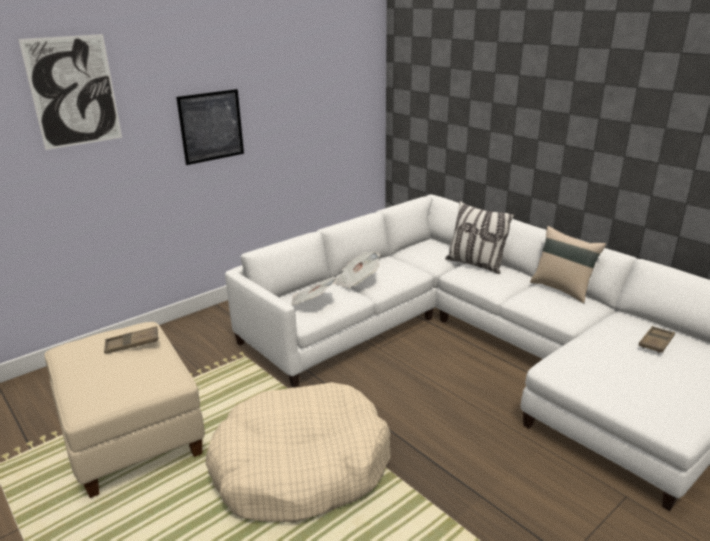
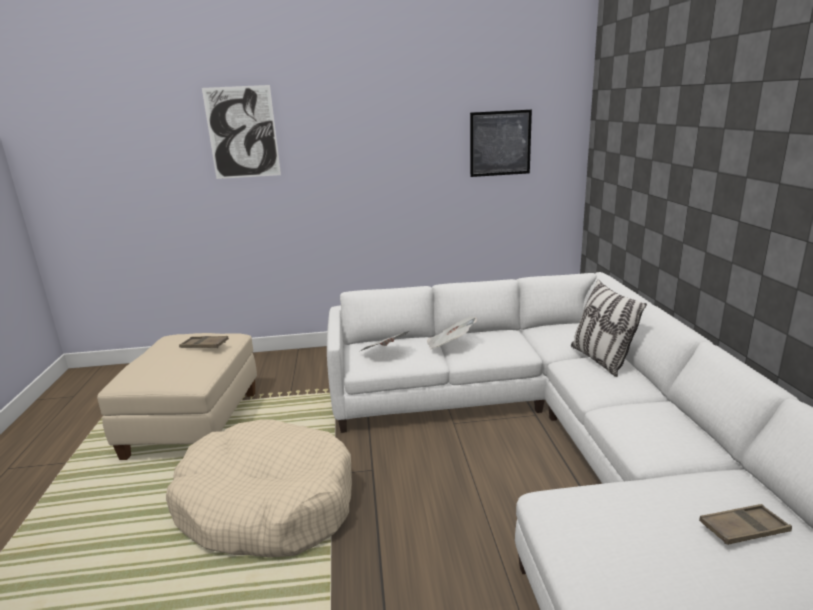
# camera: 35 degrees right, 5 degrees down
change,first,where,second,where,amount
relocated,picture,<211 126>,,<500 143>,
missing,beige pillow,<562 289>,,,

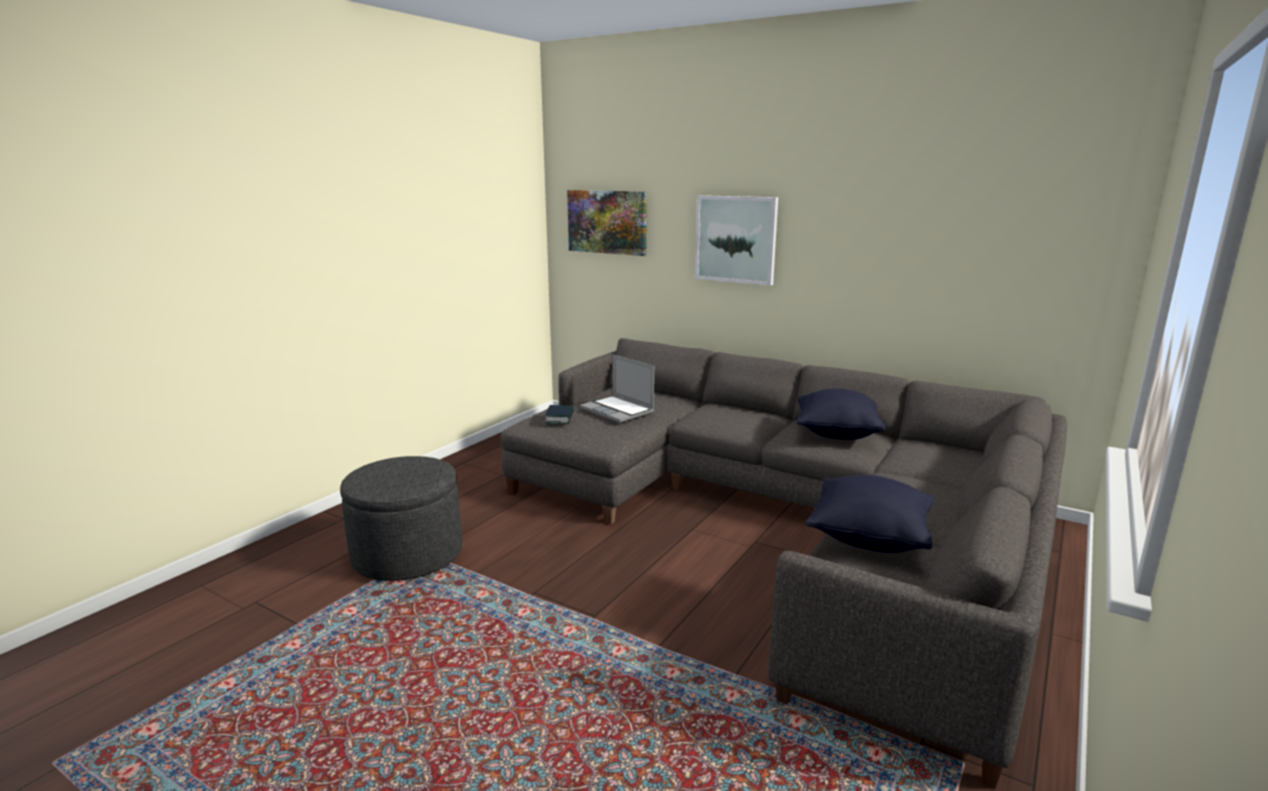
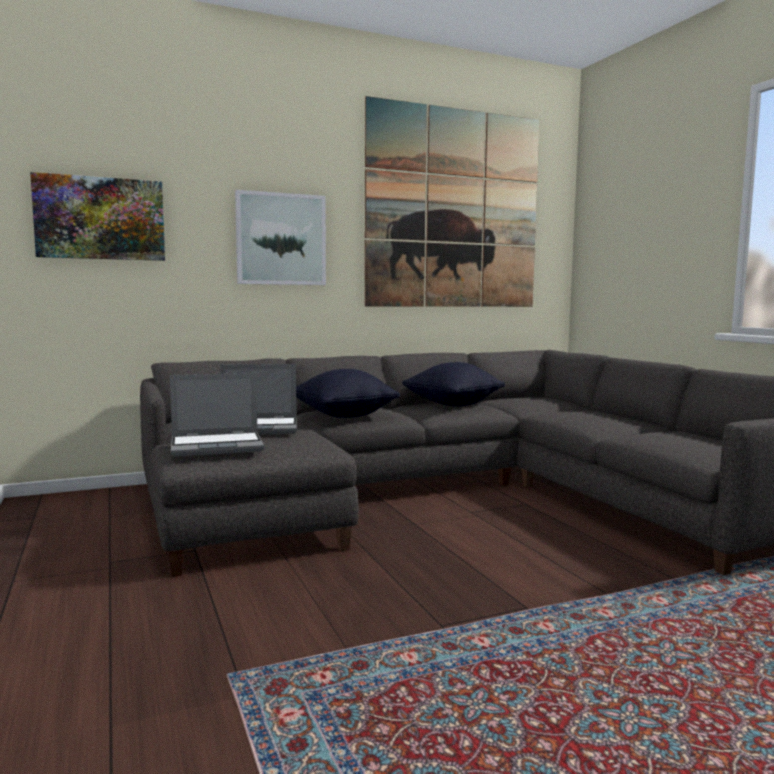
# camera: 55 degrees left, 10 degrees down
change,first,where,second,where,amount
missing,grey ottoman,<407 555>,,,
exchanged,book,<559 418>,laptop,<218 446>,
relocated,black pillow,<869 539>,,<344 415>,
appeared,,,picture,<454 209>,

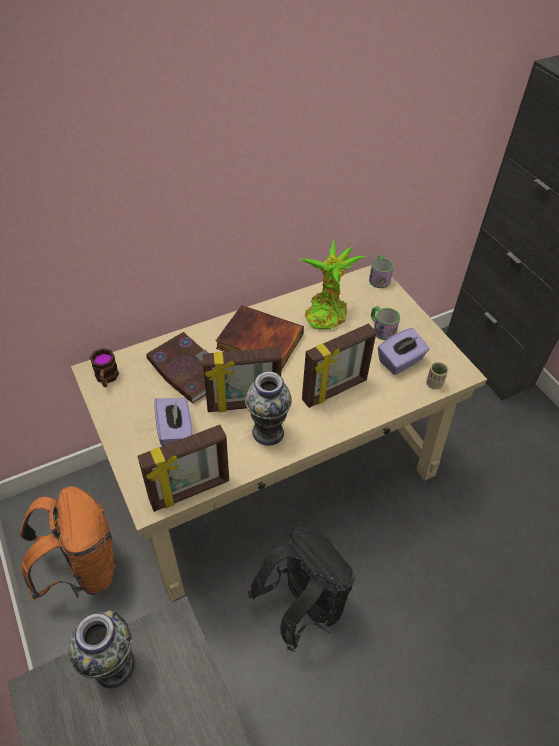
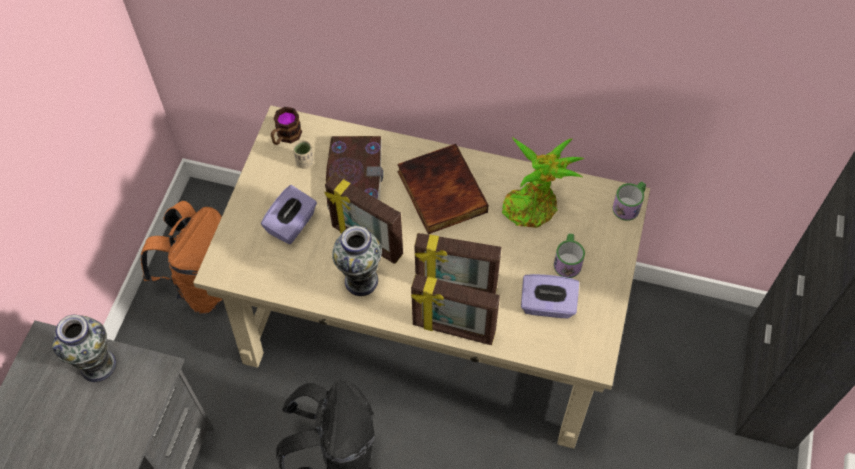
# camera: 45 degrees right, 10 degrees up
change,first,where,second,where,amount
relocated,picture frame,<190 492>,,<453 330>,
relocated,beige cup,<434 384>,,<305 162>,

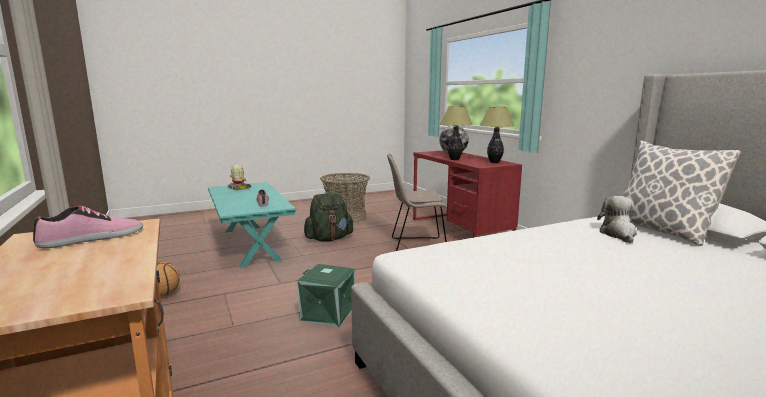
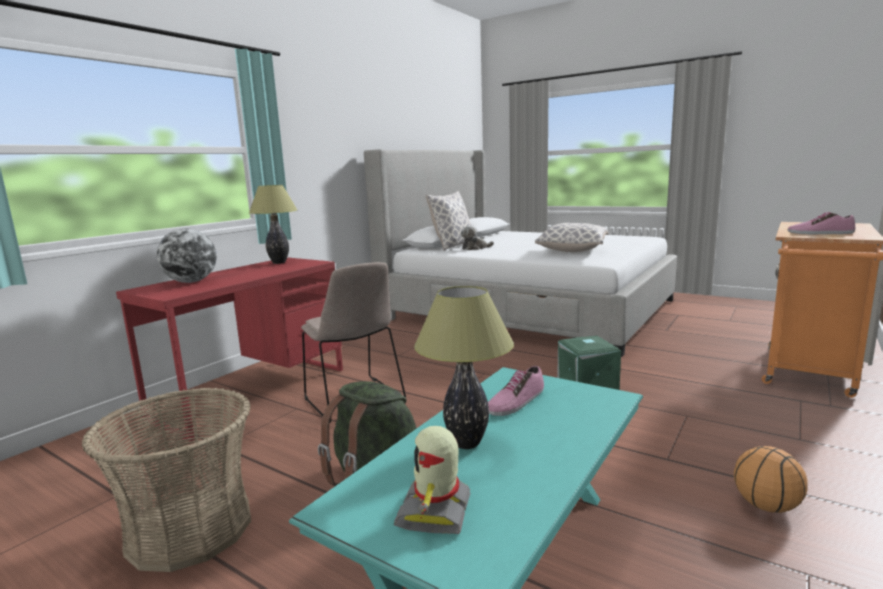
# camera: 120 degrees left, 0 degrees up
change,first,where,second,where,amount
relocated,table lamp,<455 159>,,<466 443>,
appeared,,,pillow,<572 251>,

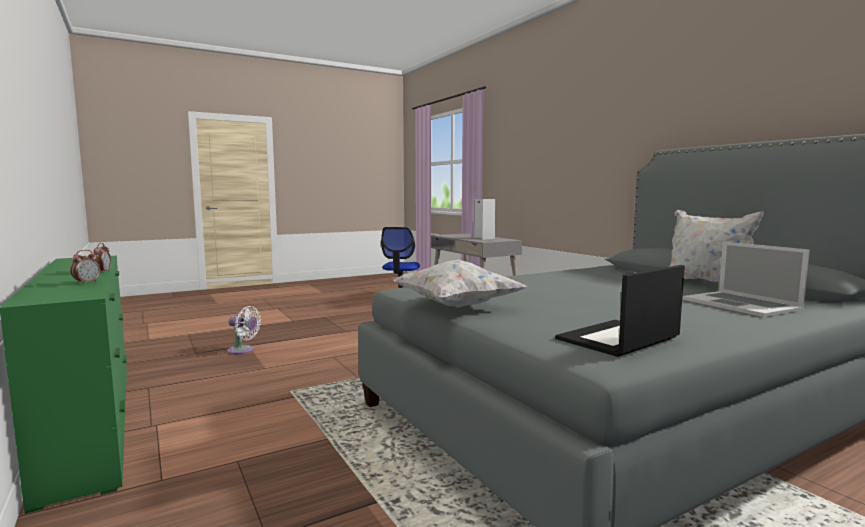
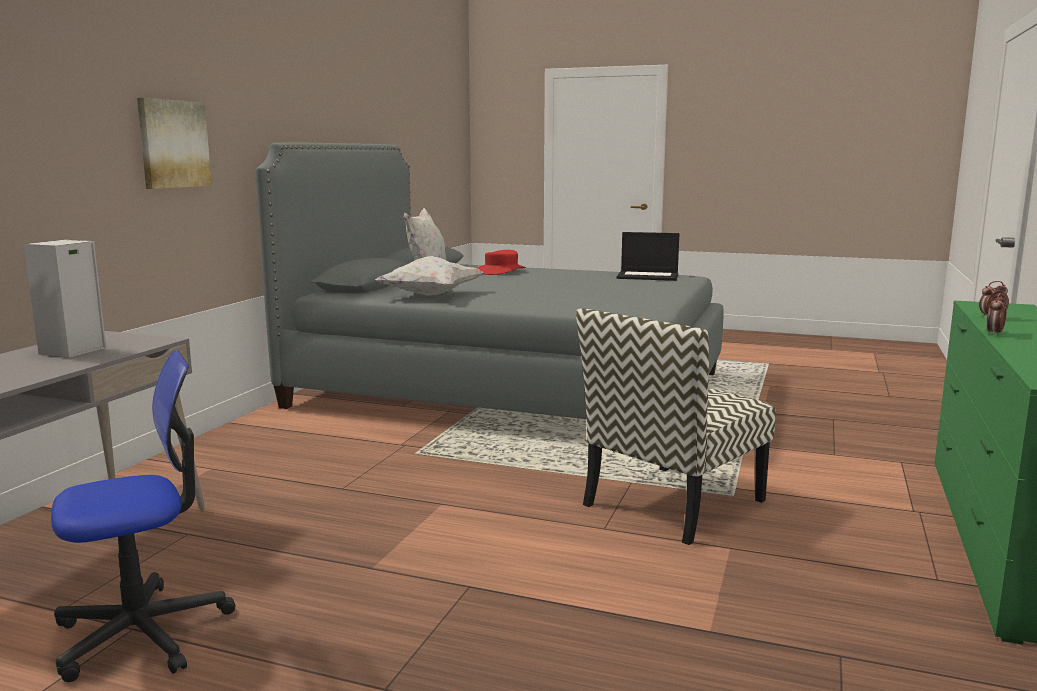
# camera: 130 degrees left, 5 degrees up
change,first,where,second,where,amount
missing,white fan,<243 351>,,,
relocated,white pillow,<456 306>,,<431 295>,
exchanged,laptop,<740 304>,red hat,<501 271>,
appeared,,,picture,<173 144>,
appeared,,,chair,<673 504>,

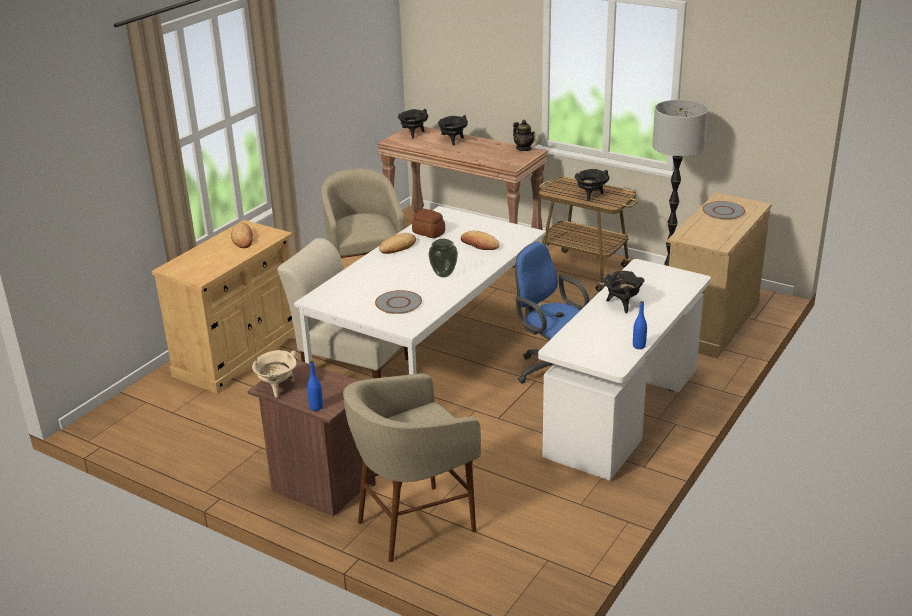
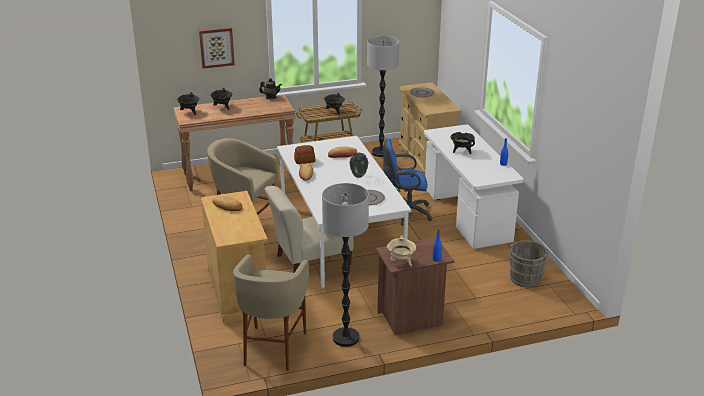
# camera: 50 degrees left, 0 degrees up
change,first,where,second,where,amount
relocated,beige stool,<414 525>,,<273 348>,
appeared,,,picture,<216 47>,
appeared,,,floor lamp,<345 338>,
appeared,,,grey bucket,<525 277>,

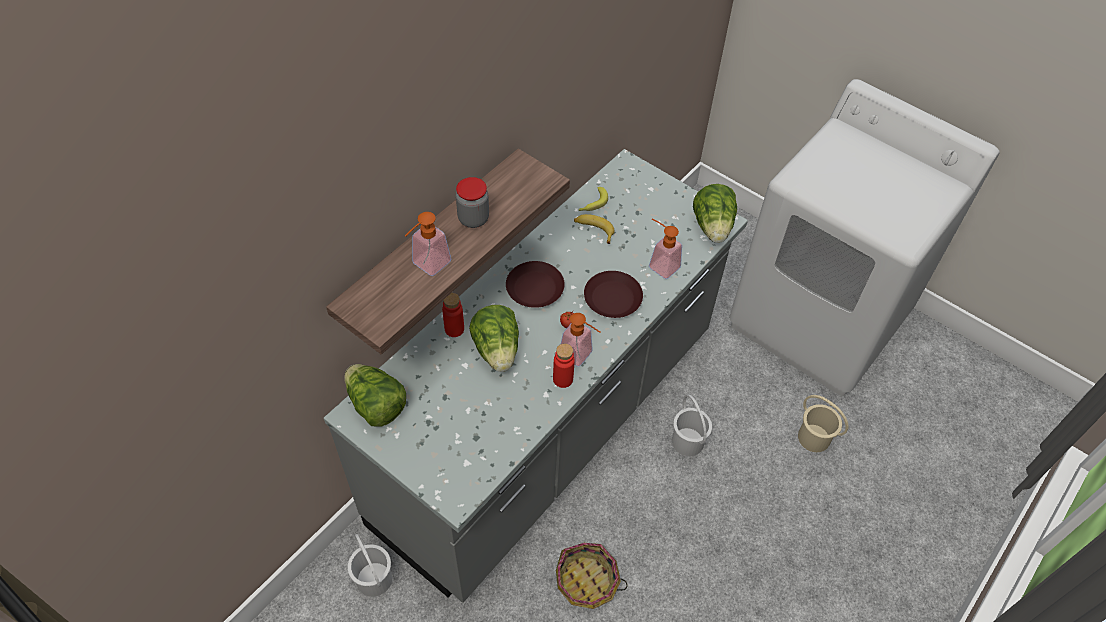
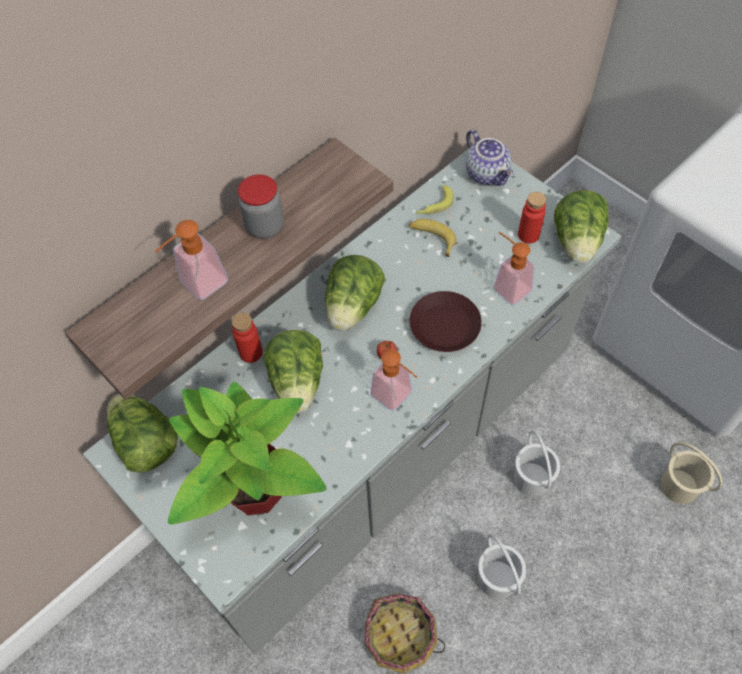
# camera: 10 degrees right, 5 degrees up
change,first,where,second,where,amount
relocated,white bucket,<374 578>,,<497 578>,
exchanged,brown plate,<535 288>,lettuce,<353 307>,
relocated,red bottle,<563 379>,,<528 235>,
appeared,,,potted plant,<255 490>,
appeared,,,teapot,<488 173>,

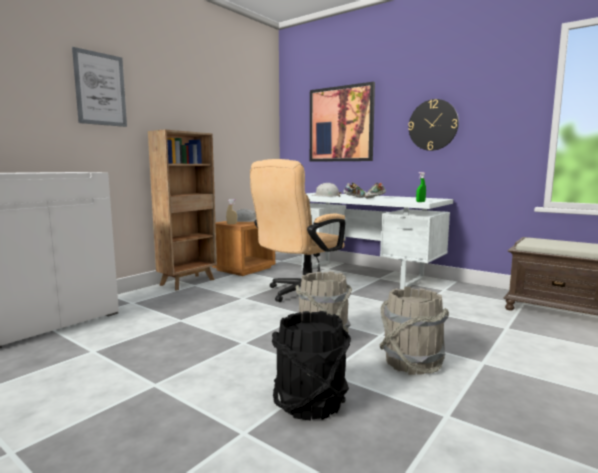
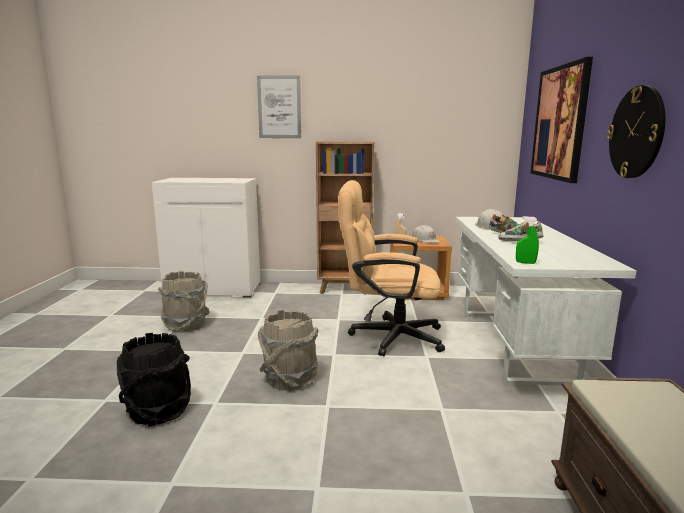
# camera: 55 degrees right, 5 degrees up
change,first,where,second,where,amount
relocated,grey bucket,<412 363>,,<186 325>,

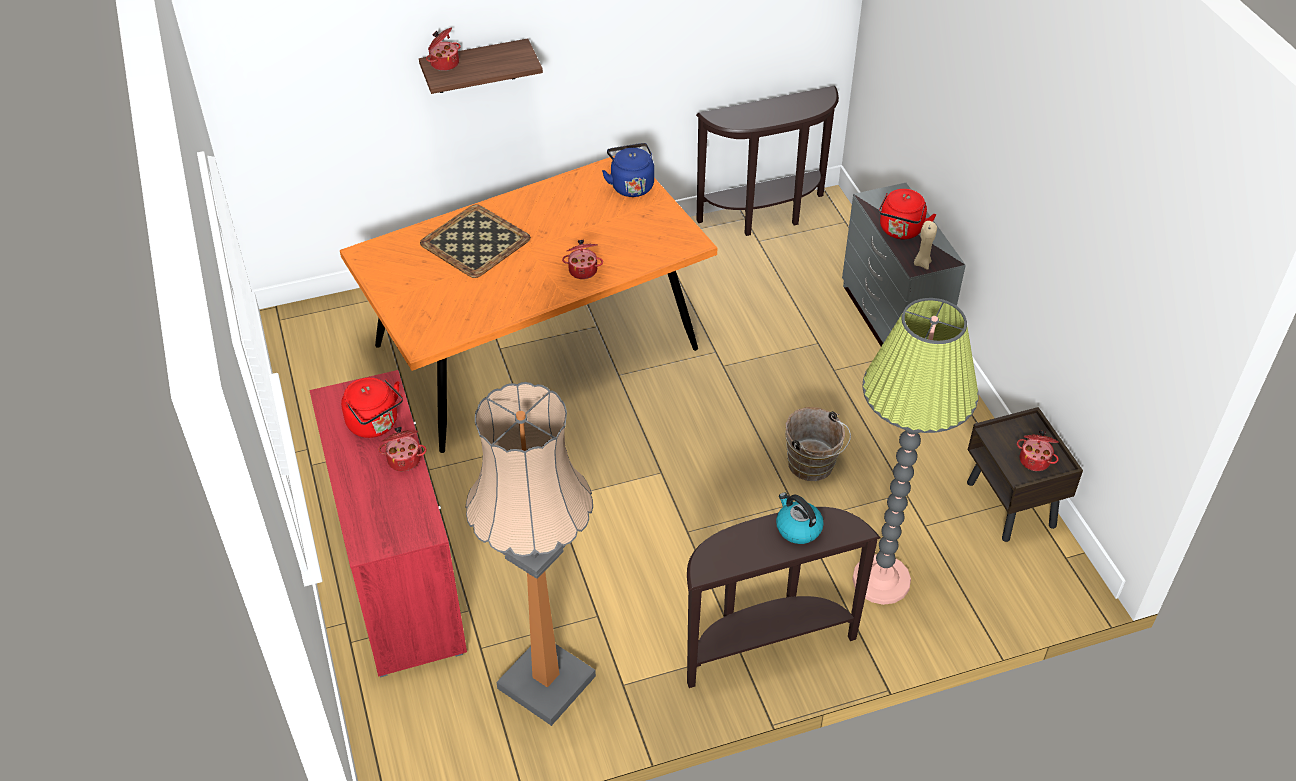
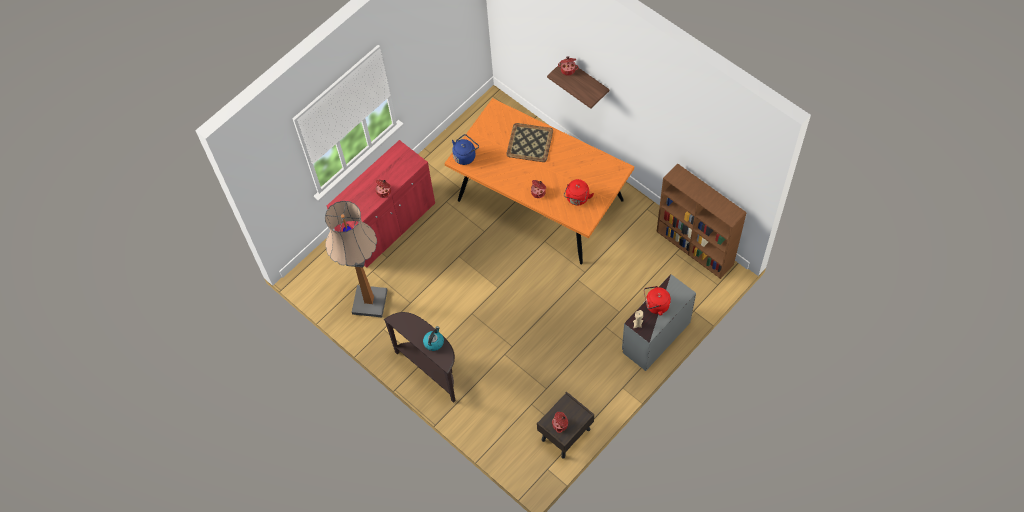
# camera: 65 degrees right, 15 degrees up
change,first,where,second,where,amount
relocated,red kettle,<375 424>,,<577 199>,
relocated,blue kettle,<631 185>,,<465 155>,
exchanged,brown console table,<766 217>,brown bookcase,<695 248>,
missing,brown bucket,<813 466>,,,
missing,floor lamp,<881 580>,,,

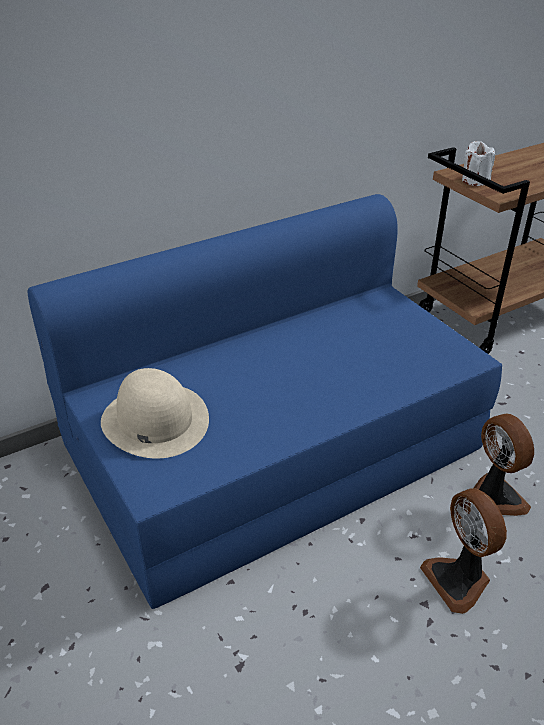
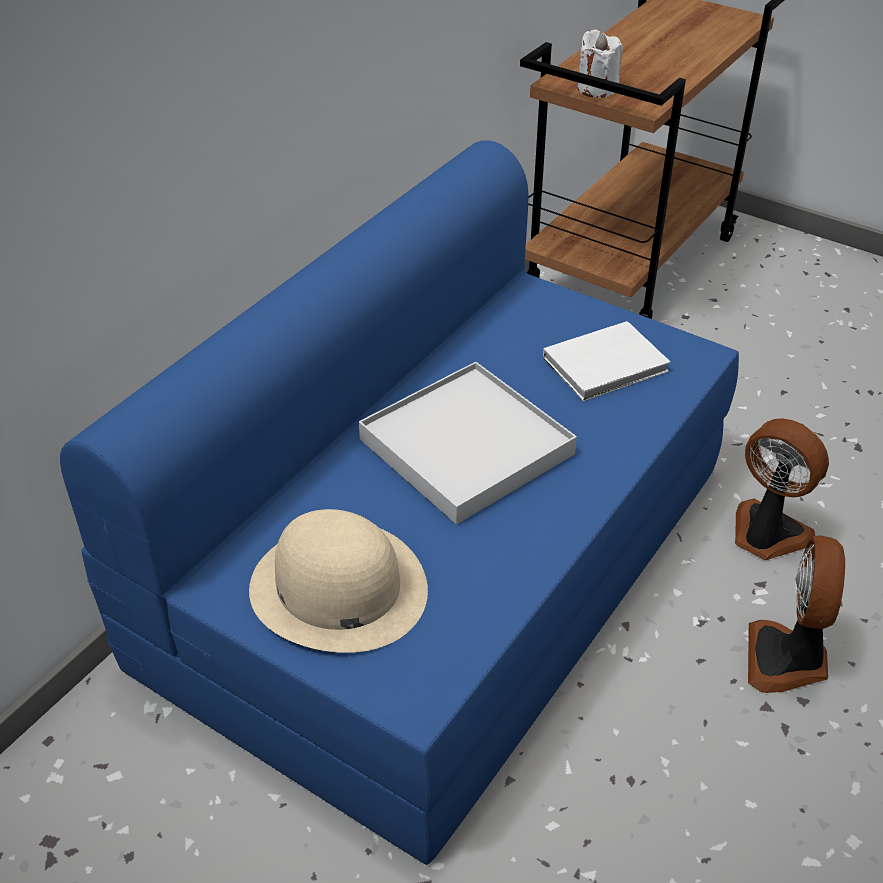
# camera: 25 degrees left, 5 degrees up
change,first,where,second,where,amount
spun,fan,<459 580>,,<787 659>,60 degrees clockwise
appeared,,,white tray,<466 446>,
appeared,,,white book,<608 365>,

